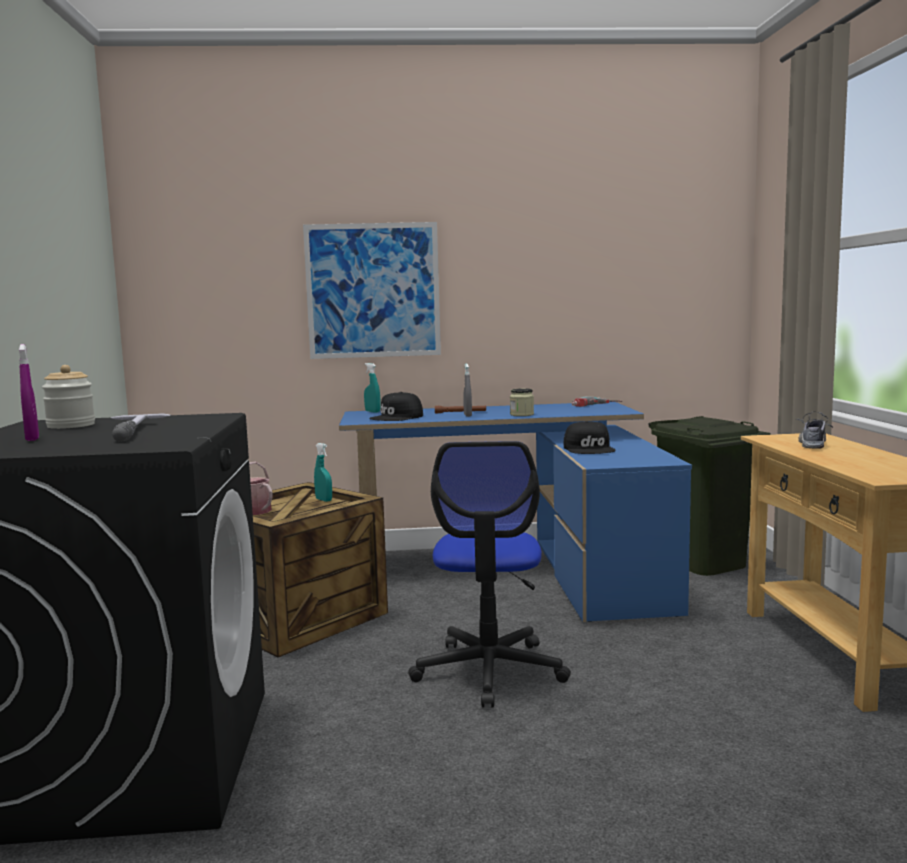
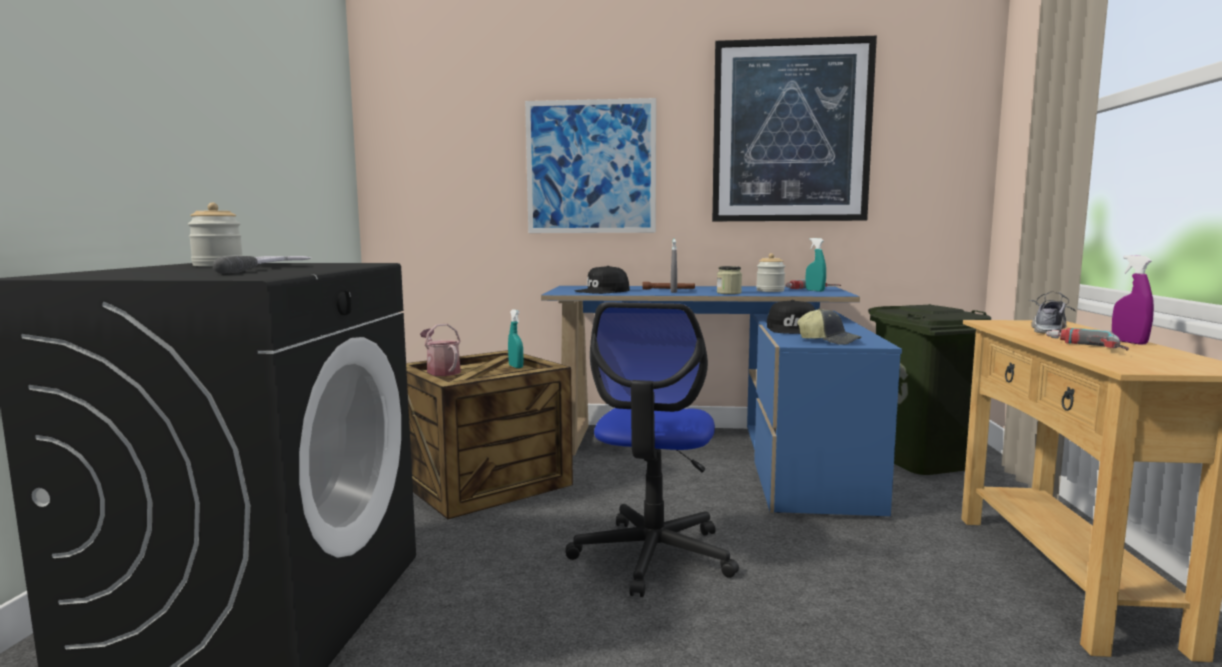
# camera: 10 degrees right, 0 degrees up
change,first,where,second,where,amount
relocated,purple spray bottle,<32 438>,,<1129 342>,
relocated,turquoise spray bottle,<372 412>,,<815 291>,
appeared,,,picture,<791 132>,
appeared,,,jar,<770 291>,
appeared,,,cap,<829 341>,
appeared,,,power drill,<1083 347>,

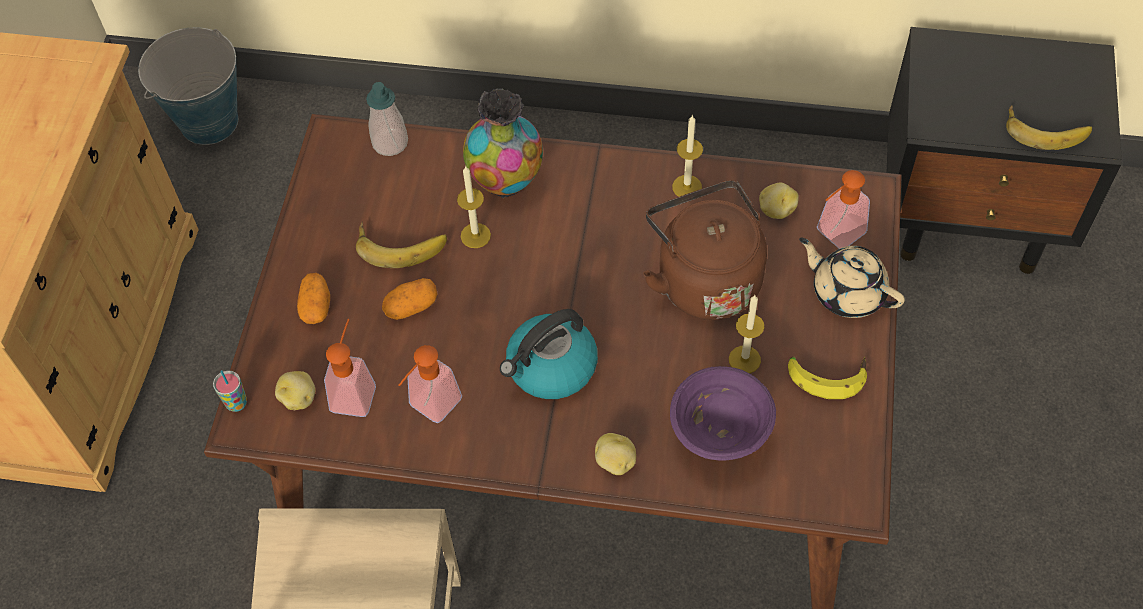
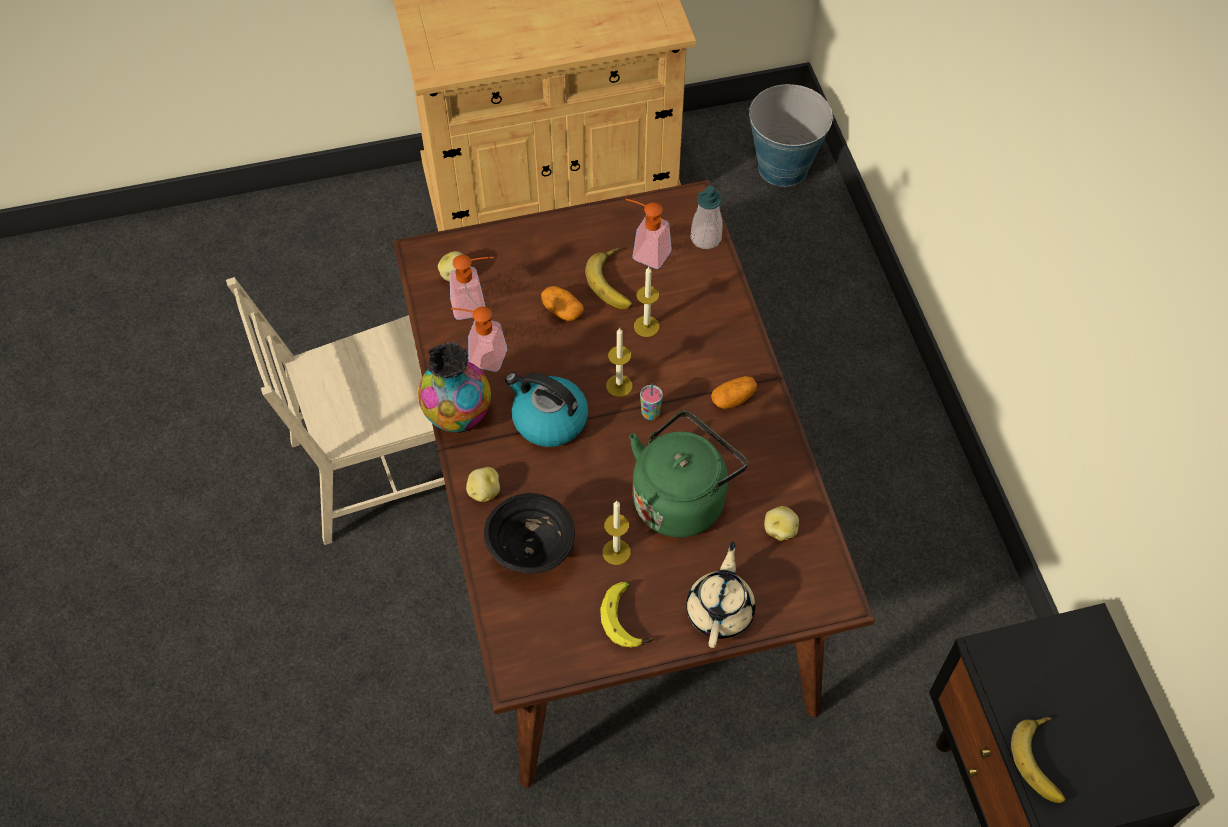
# camera: 65 degrees right, 0 degrees up
change,first,where,second,where,amount
relocated,cup,<236 403>,,<650 413>,
relocated,potato,<316 306>,,<733 399>,
relocated,vase,<506 181>,,<458 418>,
colour,brown kettle,<704 279>,green kettle,<682 498>,
colour,purple bowl,<719 440>,black bowl,<533 557>,
relocated,candle,<687 187>,,<619 385>,
relocated,soap dispenser,<835 235>,,<645 252>,

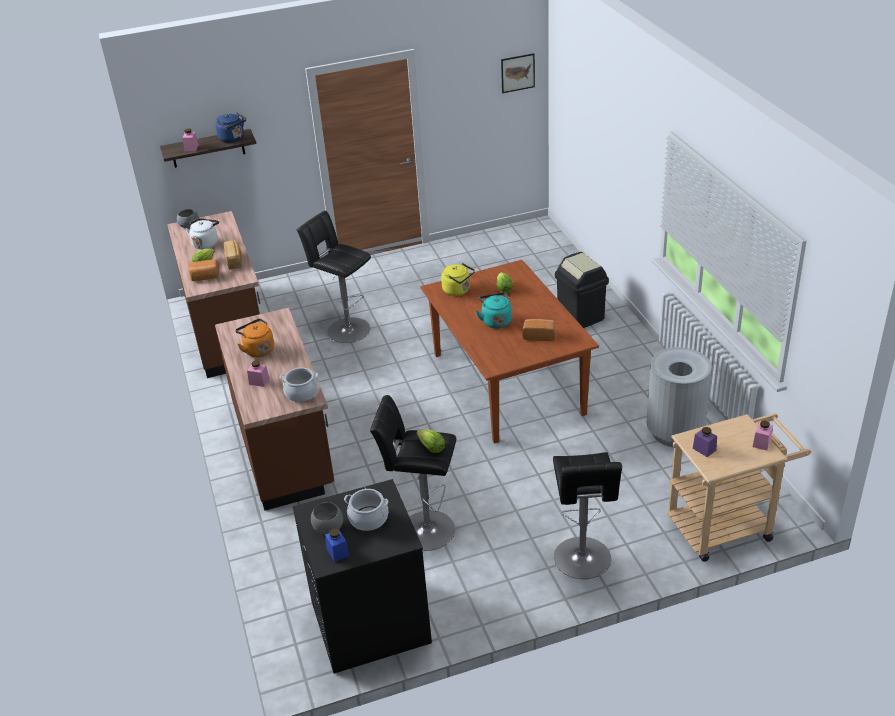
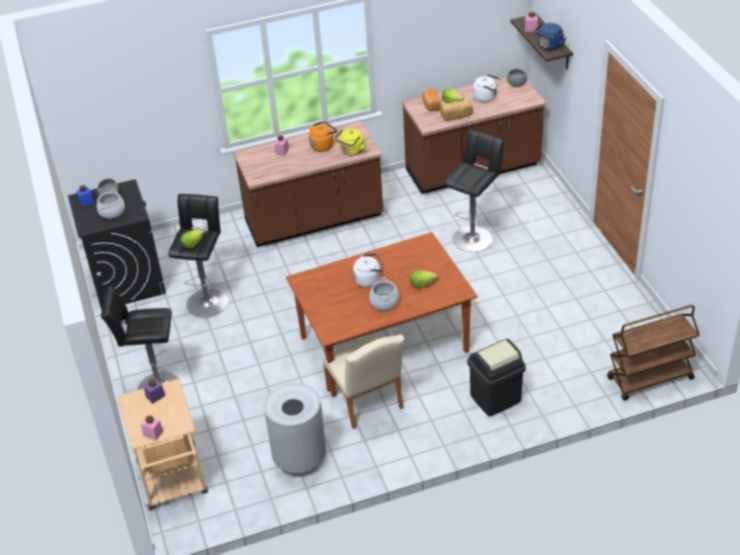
# camera: 90 degrees right, 5 degrees up
change,first,where,second,where,amount
relocated,cooking pot,<301 393>,,<384 302>,
relocated,yellow kettle,<458 290>,,<351 151>,
colour,turquoise kettle,<495 321>,white kettle,<369 279>,
missing,picture,<517 73>,,,
missing,bread,<539 335>,,,
appeared,,,beige chair,<367 402>,
appeared,,,brown cart,<649 379>,

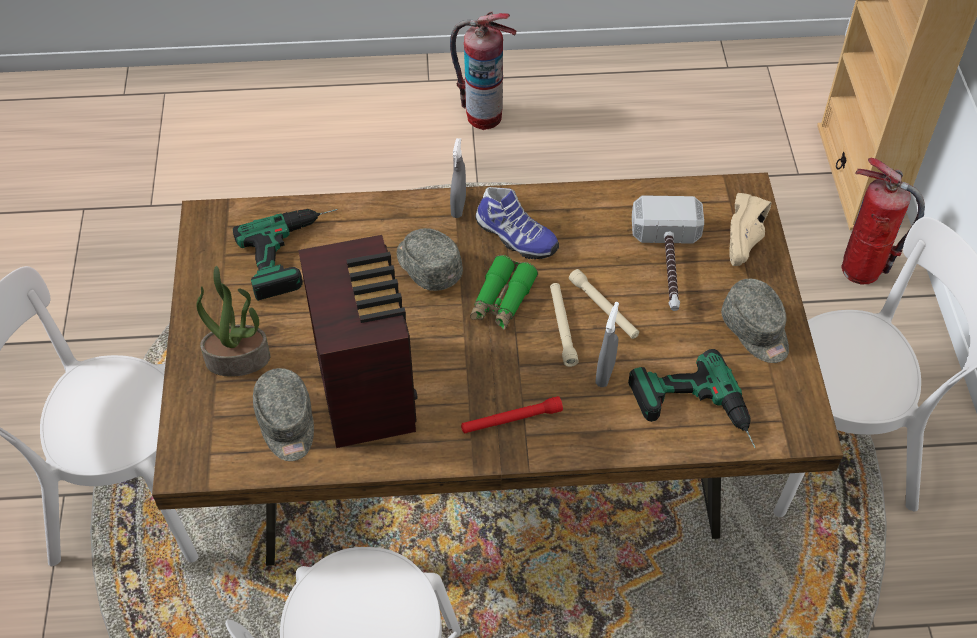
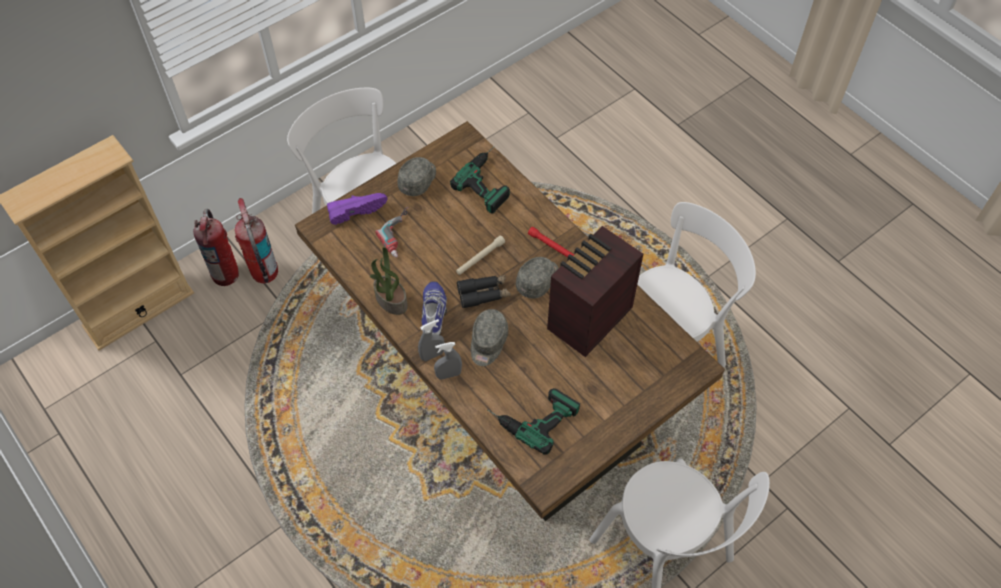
# camera: 125 degrees left, 5 degrees up
change,first,where,second,where,amount
relocated,potted plant,<239 358>,,<390 300>,
relocated,grey cap,<286 424>,,<538 280>,
relocated,fire extinguisher,<483 116>,,<264 273>,
colour,green binoculars,<502 300>,black binoculars,<483 294>,
missing,beige flashlight,<604 309>,,,
relocated,grey spray bottle,<605 373>,,<448 374>,
exchanged,hammer,<668 265>,power drill,<401 235>,
colour,beige shoe,<748 240>,purple shoe,<356 210>,

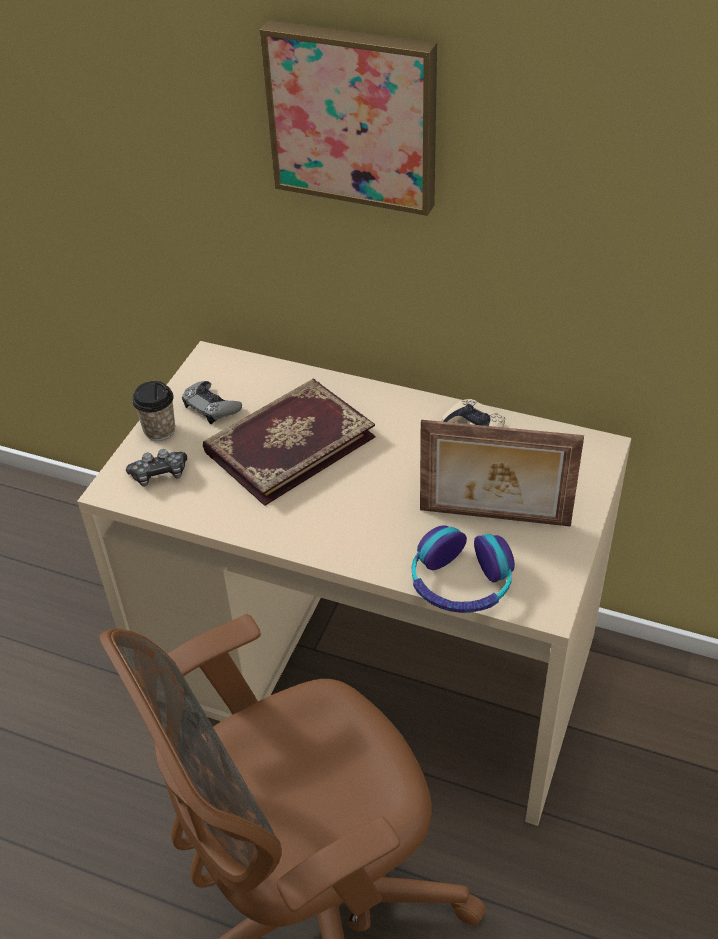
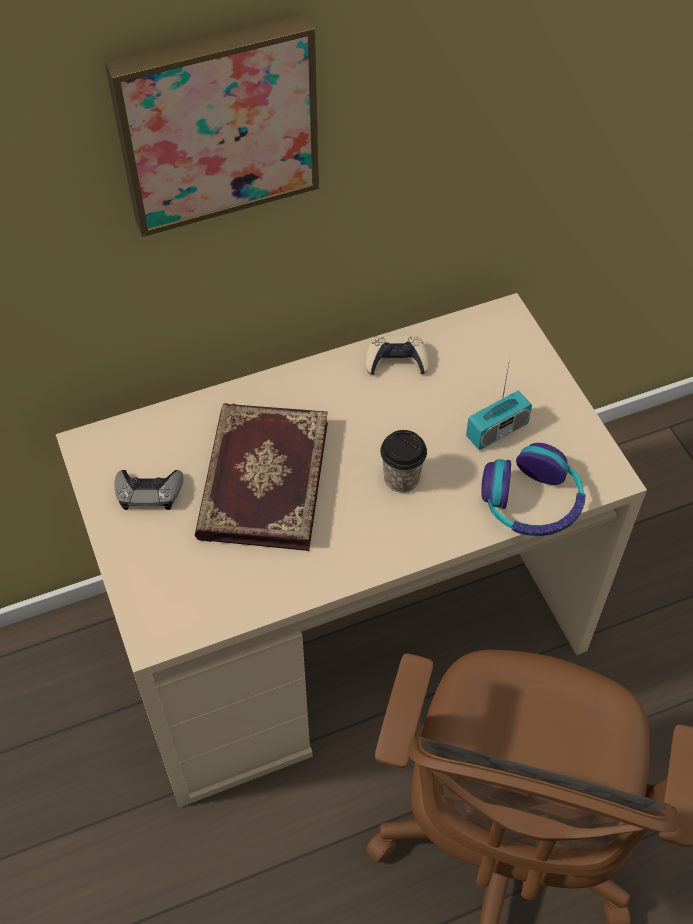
# camera: 45 degrees left, 10 degrees up
change,first,where,second,where,amount
missing,game controller,<159 474>,,,
relocated,cup,<159 430>,,<401 479>,
exchanged,picture frame,<494 519>,radio,<497 431>,

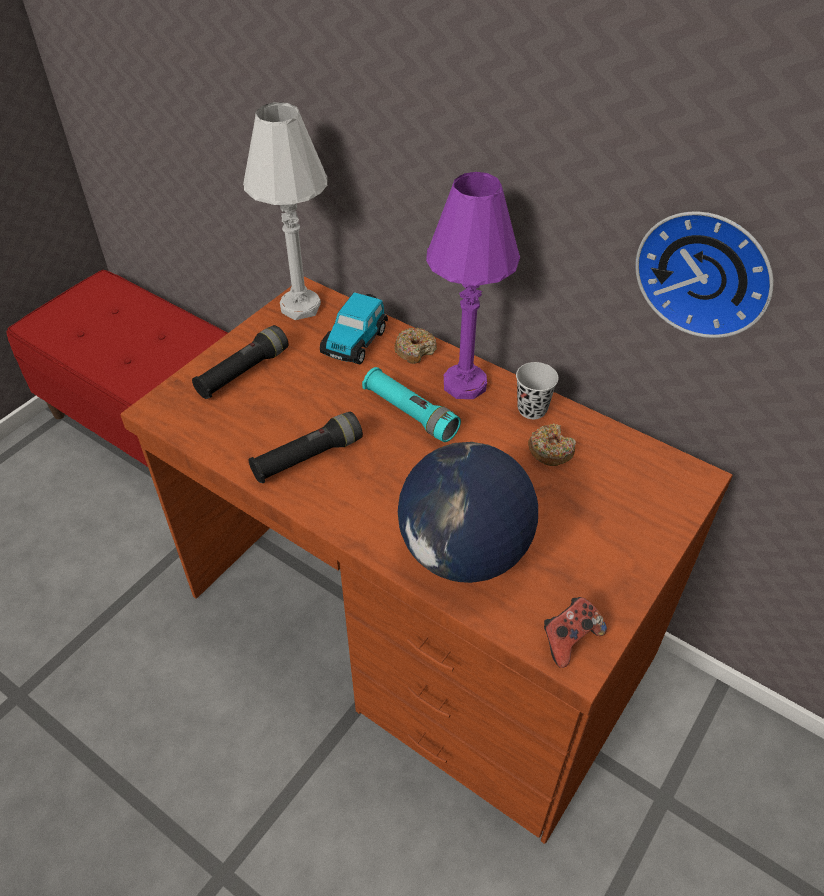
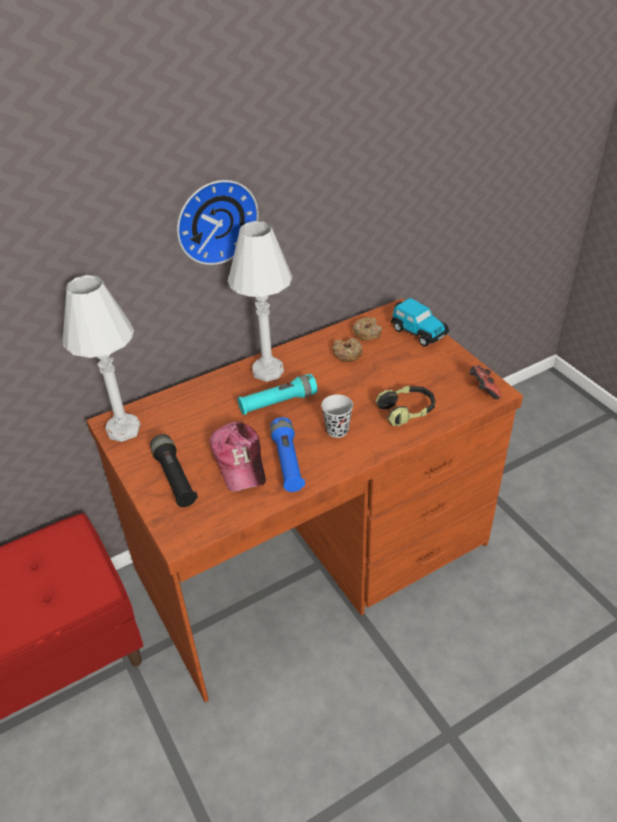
# camera: 65 degrees left, 5 degrees down
change,first,where,second,where,amount
colour,black flashlight,<307 458>,blue flashlight,<287 462>,
relocated,toy car,<355 341>,,<418 331>,
relocated,donut,<415 350>,,<367 333>,
exchanged,globe,<464 553>,headphones,<406 411>,
colour,purple table lamp,<464 384>,white table lamp,<267 371>,
relocated,black cup,<532 409>,,<337 430>,
relocated,wall clock,<706 271>,,<215 220>,
appeared,,,cap,<239 461>,

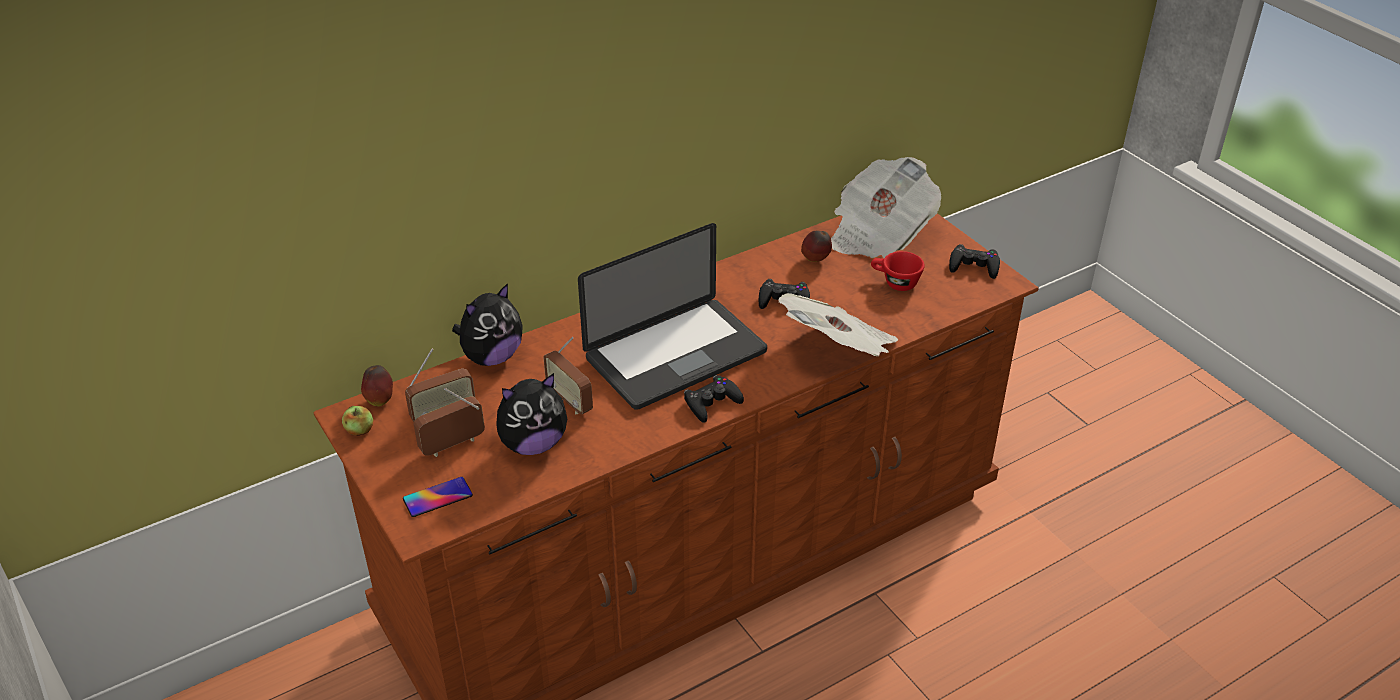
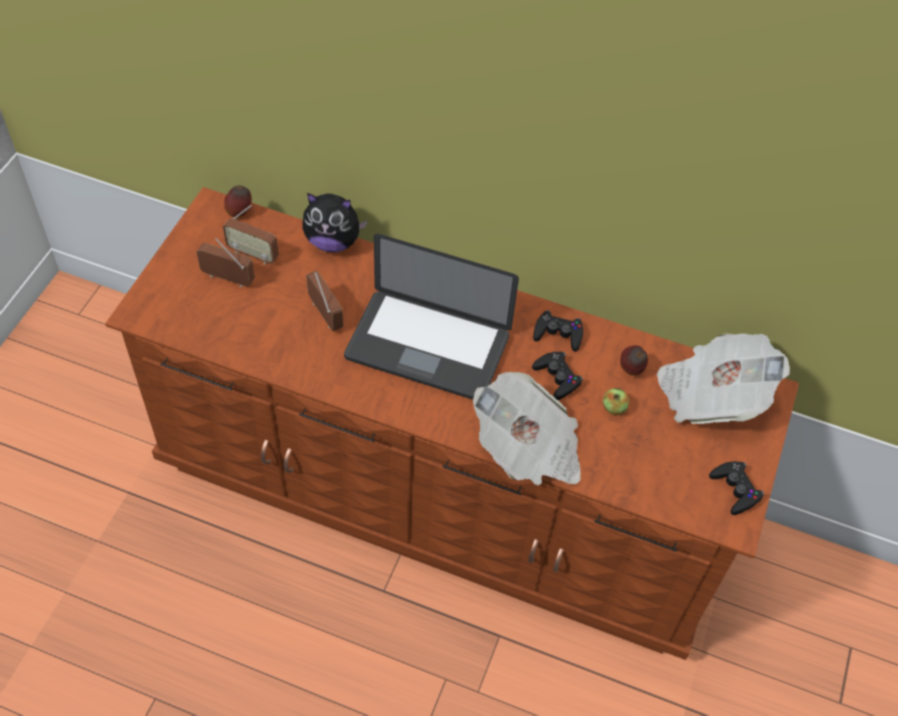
# camera: 50 degrees right, 15 degrees up
change,first,where,second,where,amount
relocated,apple,<359 430>,,<613 408>,
missing,phone,<437 497>,,,
missing,plush toy,<533 444>,,,
spun,radio,<570 400>,,<325 314>,135 degrees clockwise
relocated,black game controller,<712 403>,,<558 334>,
missing,red cup,<895 282>,,,

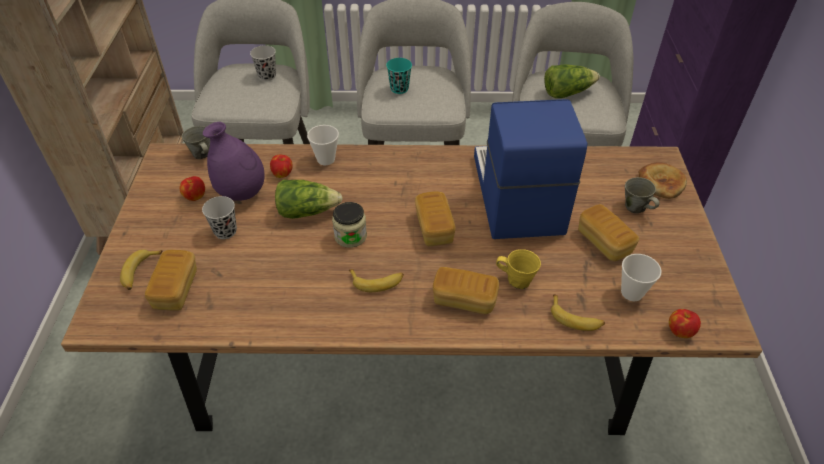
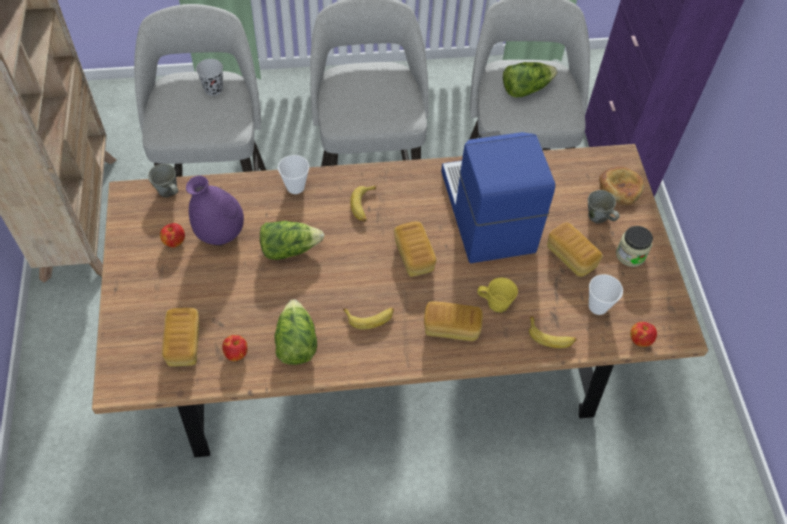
# camera: 10 degrees left, 10 degrees up
change,first,where,second,where,amount
relocated,banana,<140 272>,,<363 206>,
missing,black cup,<225 231>,,,
relocated,apple,<283 174>,,<236 353>,
relocated,jar,<350 236>,,<630 255>,
missing,turquoise cup,<399 89>,,,
appeared,,,lettuce,<295 342>,

